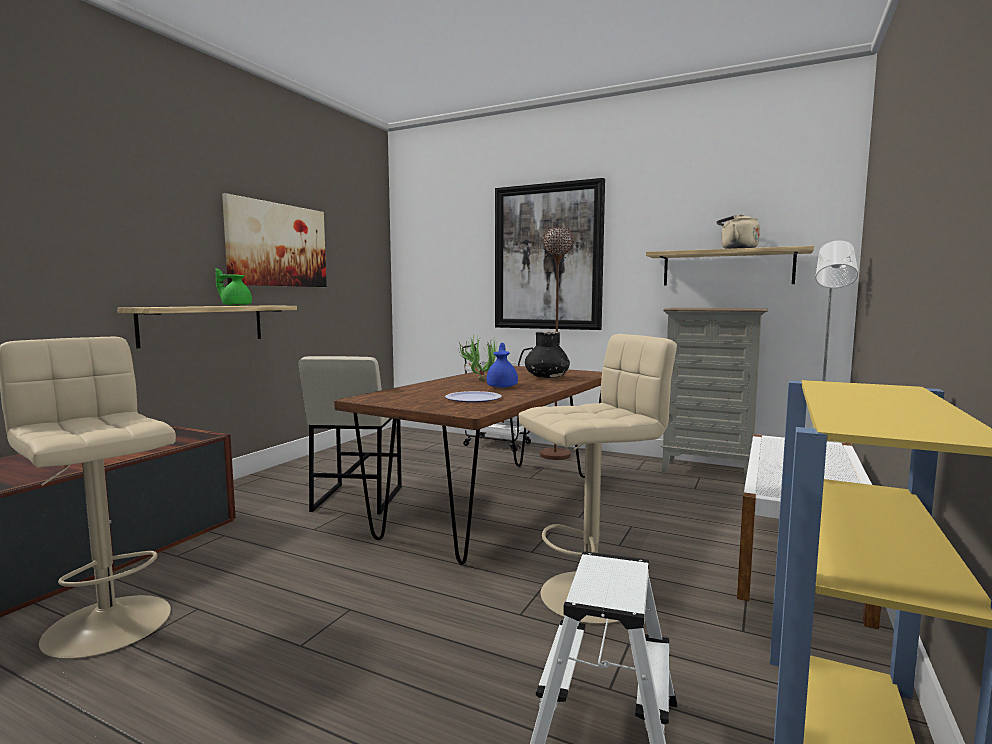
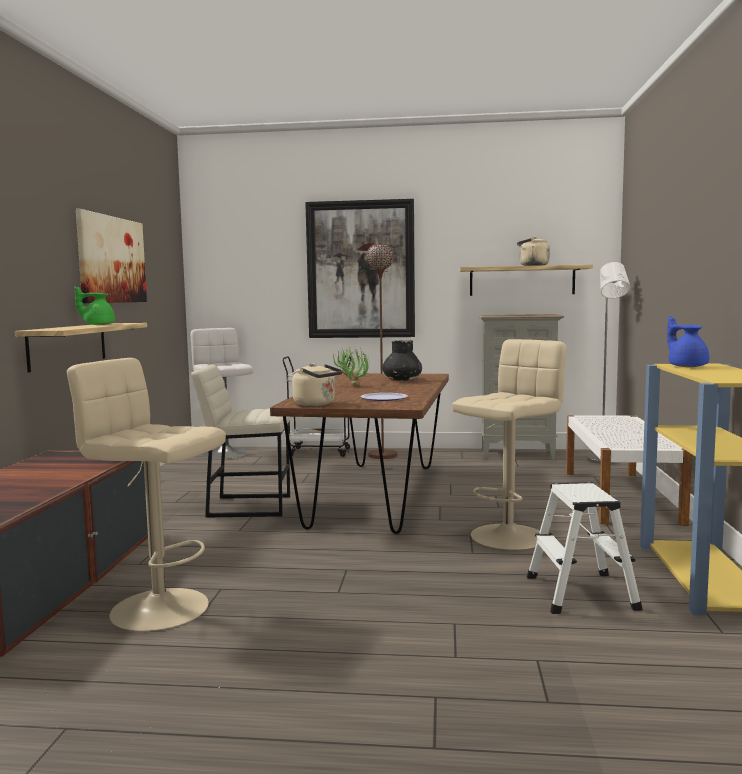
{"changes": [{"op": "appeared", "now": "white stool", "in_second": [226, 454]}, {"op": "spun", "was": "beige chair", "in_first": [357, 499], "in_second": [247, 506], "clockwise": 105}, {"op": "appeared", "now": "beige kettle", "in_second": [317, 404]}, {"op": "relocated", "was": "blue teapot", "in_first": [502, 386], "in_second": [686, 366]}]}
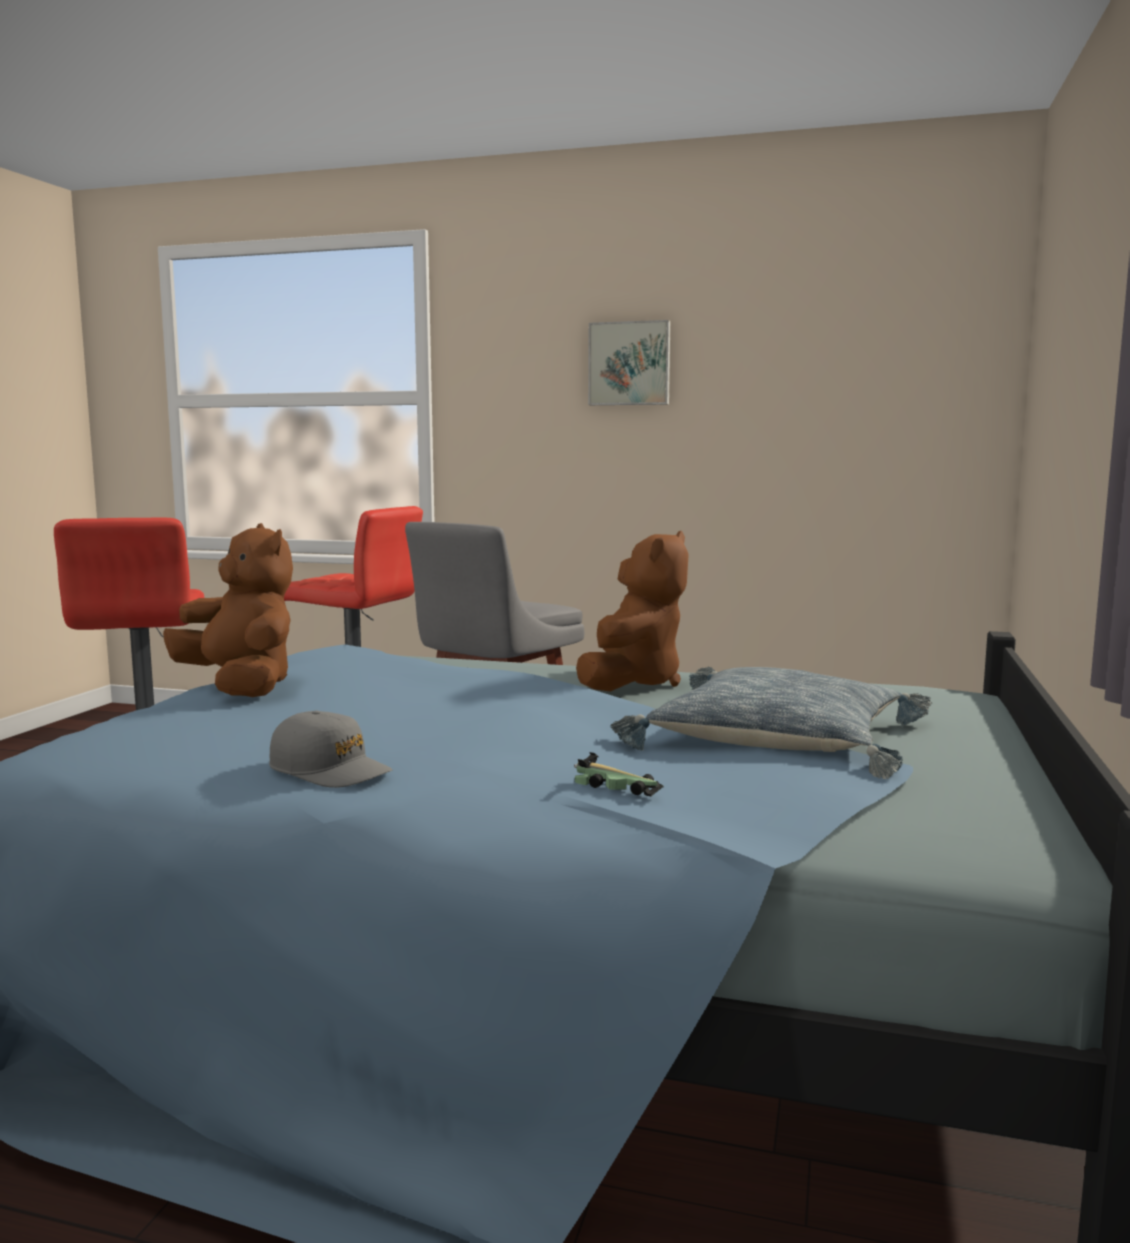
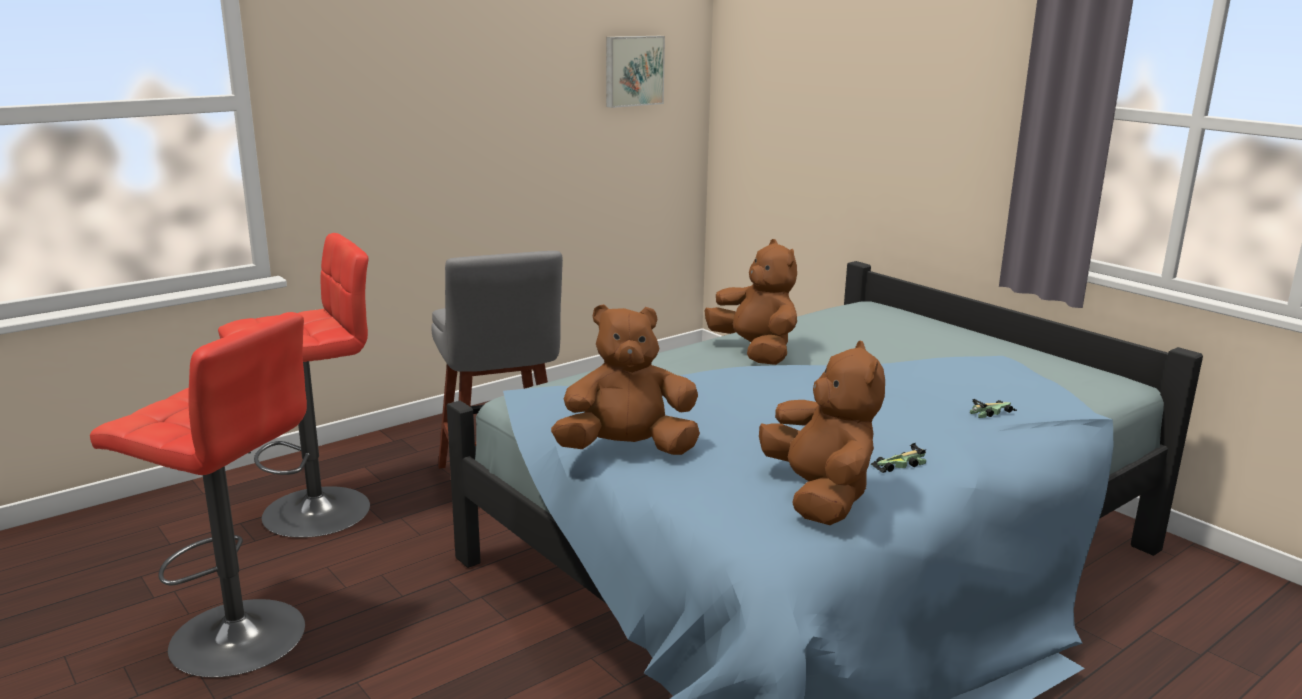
{"changes": [{"op": "relocated", "was": "picture", "in_first": [629, 364], "in_second": [633, 70]}, {"op": "appeared", "now": "brown plush toy", "in_second": [819, 496]}, {"op": "exchanged", "was": "grey cap", "now": "toy car", "in_first": [330, 771], "in_second": [900, 464]}, {"op": "missing", "was": "pillow", "in_first": [776, 734]}]}
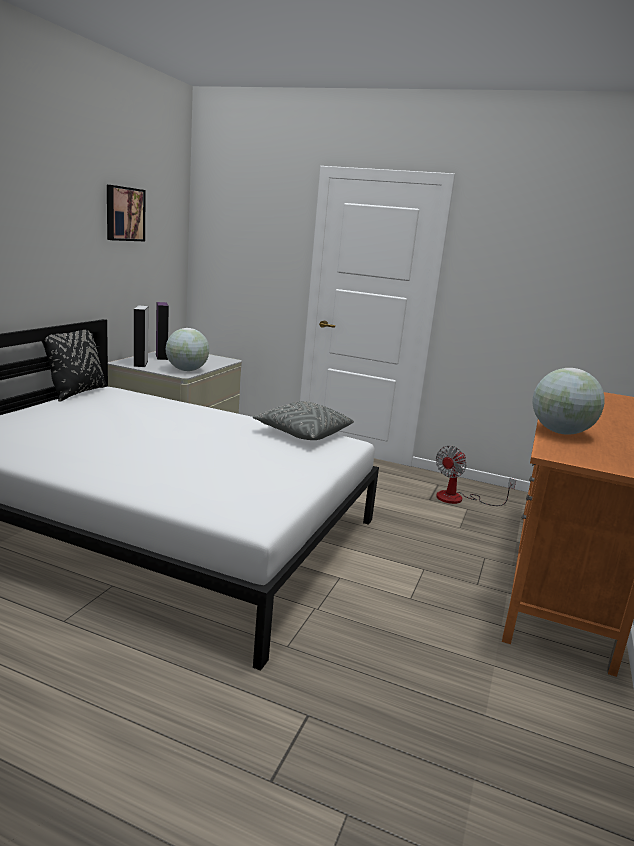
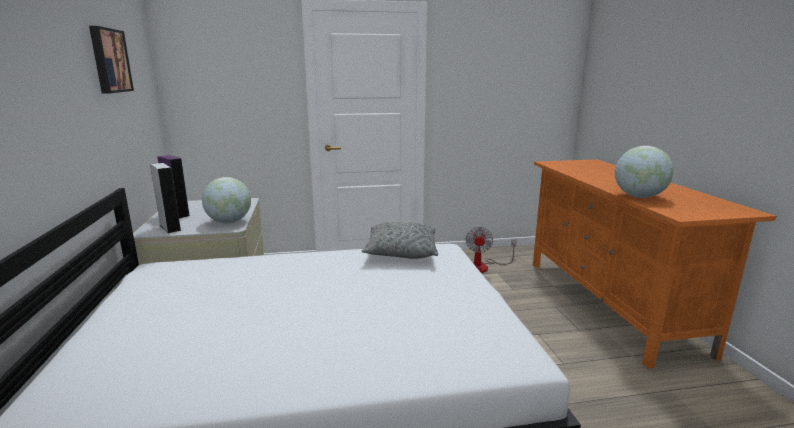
{"changes": [{"op": "missing", "was": "black pillow", "in_first": [77, 393]}]}
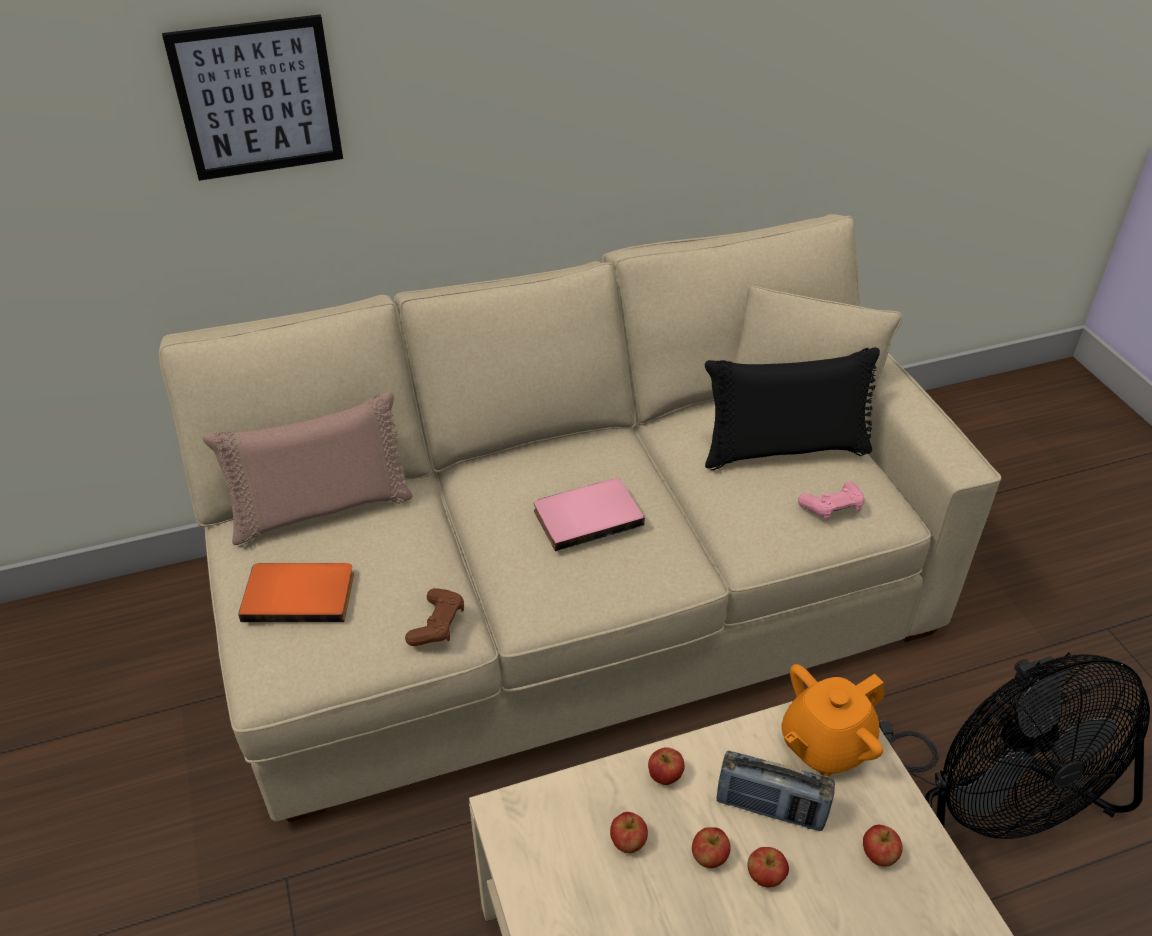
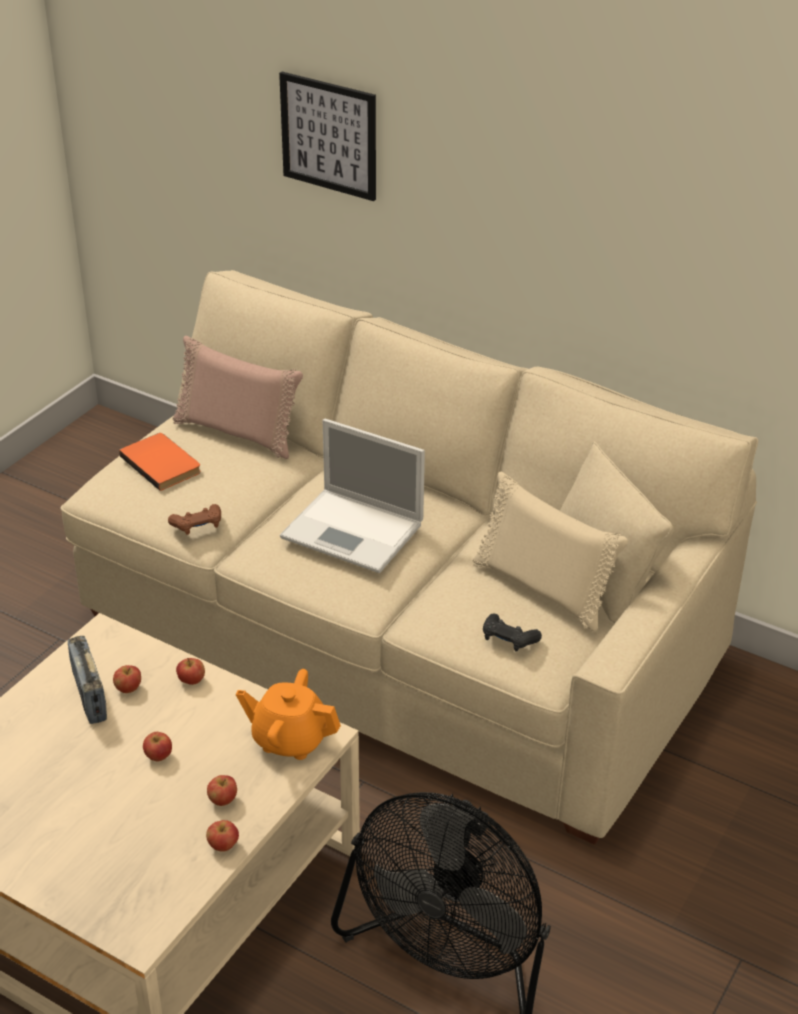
{"changes": [{"op": "relocated", "was": "radio", "in_first": [770, 808], "in_second": [89, 697]}, {"op": "relocated", "was": "apple", "in_first": [709, 857], "in_second": [223, 845]}, {"op": "exchanged", "was": "pink book", "now": "laptop", "in_first": [586, 515], "in_second": [355, 531]}, {"op": "colour", "was": "black pillow", "now": "beige pillow", "in_first": [784, 449], "in_second": [543, 589]}, {"op": "colour", "was": "pink game controller", "now": "black game controller", "in_first": [832, 507], "in_second": [508, 639]}]}
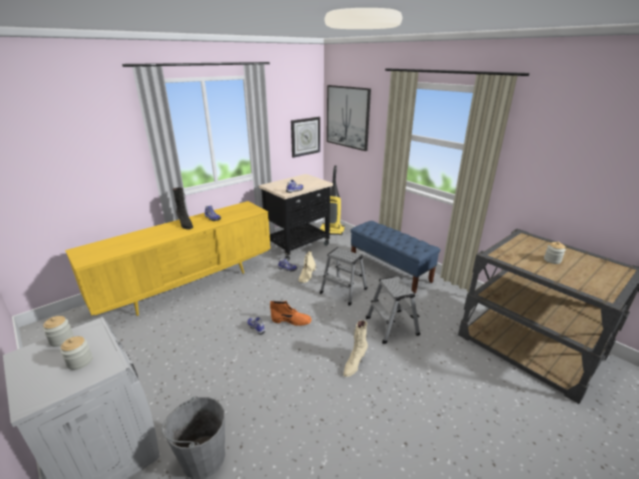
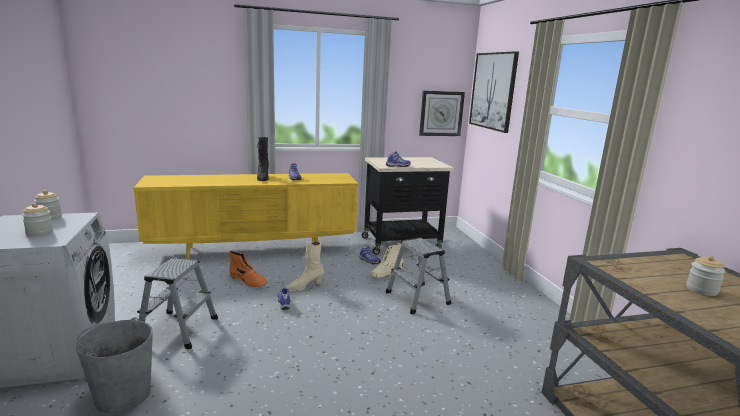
{"changes": [{"op": "relocated", "was": "grey step ladder", "in_first": [392, 326], "in_second": [178, 329]}, {"op": "relocated", "was": "orange boot", "in_first": [291, 321], "in_second": [248, 281]}, {"op": "relocated", "was": "beige boot", "in_first": [354, 364], "in_second": [304, 286]}, {"op": "missing", "was": "vacuum cleaner", "in_first": [332, 231]}, {"op": "missing", "was": "blue bench", "in_first": [390, 270]}]}
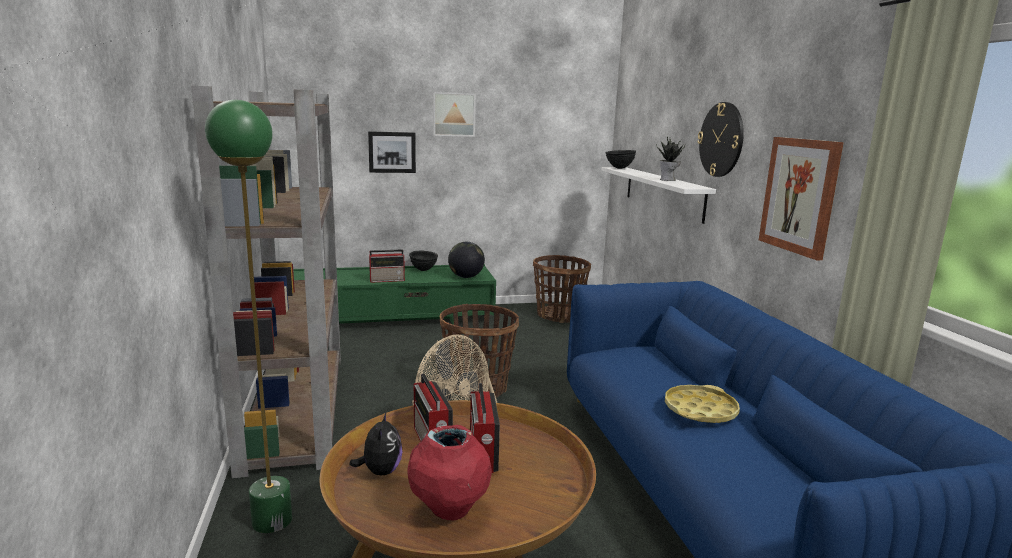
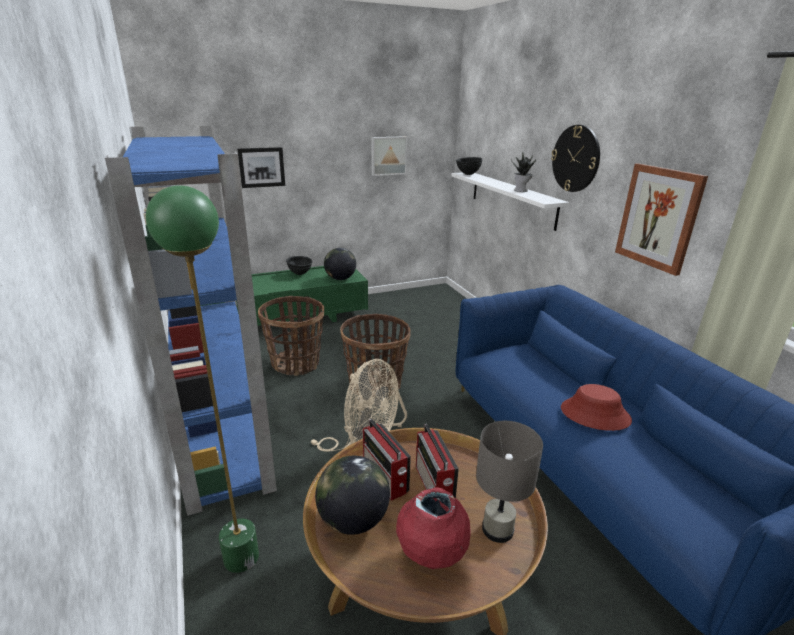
{"changes": [{"op": "colour", "was": "brown bookcase", "now": "blue bookcase", "in_first": [296, 407], "in_second": [222, 427]}, {"op": "relocated", "was": "basket", "in_first": [559, 316], "in_second": [296, 364]}, {"op": "exchanged", "was": "plush toy", "now": "globe", "in_first": [380, 471], "in_second": [353, 520]}, {"op": "relocated", "was": "picture", "in_first": [453, 114], "in_second": [388, 155]}, {"op": "appeared", "now": "grey table lamp", "in_second": [497, 530]}, {"op": "exchanged", "was": "yellow tray", "now": "red hat", "in_first": [700, 410], "in_second": [595, 414]}, {"op": "missing", "was": "radio", "in_first": [388, 280]}]}
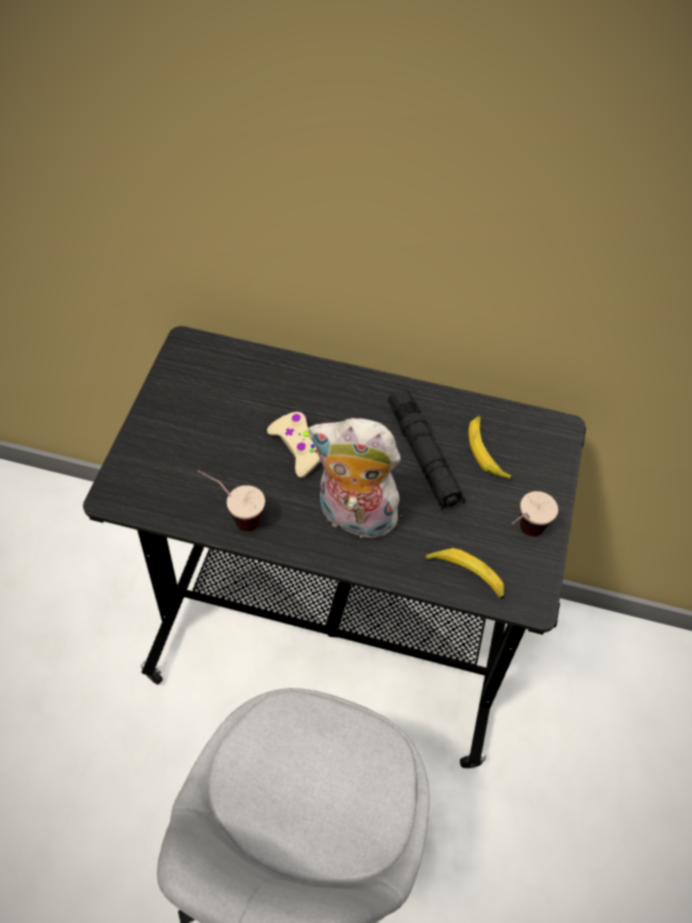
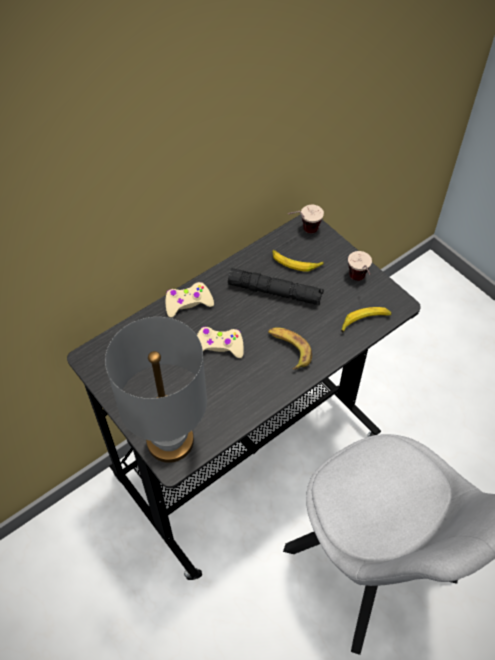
{"changes": [{"op": "appeared", "now": "grey table lamp", "in_second": [169, 442]}, {"op": "appeared", "now": "beige game controller", "in_second": [188, 303]}, {"op": "exchanged", "was": "plush toy", "now": "banana", "in_first": [353, 518], "in_second": [288, 349]}, {"op": "relocated", "was": "cup", "in_first": [233, 516], "in_second": [303, 232]}]}
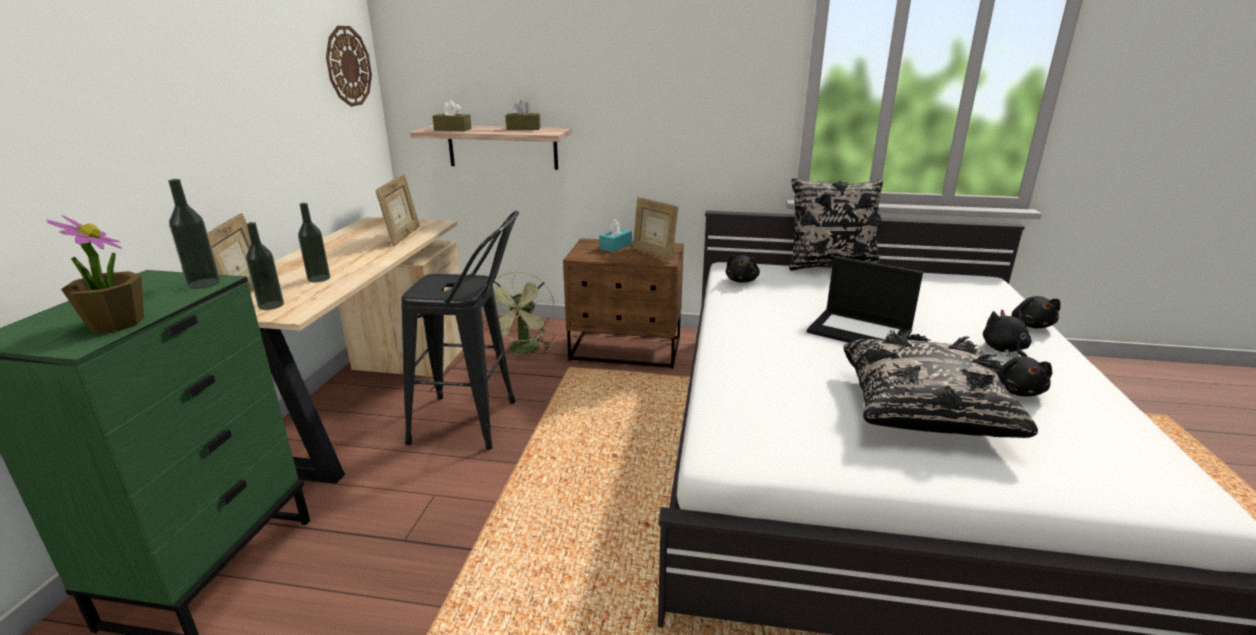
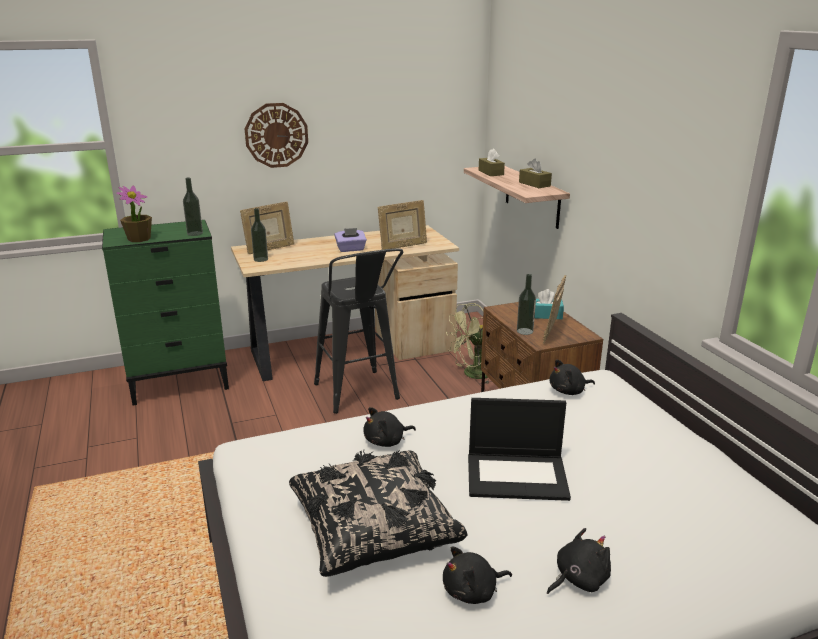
{"changes": [{"op": "relocated", "was": "wall clock", "in_first": [348, 66], "in_second": [276, 135]}, {"op": "appeared", "now": "purple tissue box", "in_second": [351, 249]}, {"op": "relocated", "was": "black plush toy", "in_first": [1031, 325], "in_second": [386, 441]}, {"op": "spun", "was": "laptop", "in_first": [861, 331], "in_second": [518, 476], "clockwise": -90}, {"op": "relocated", "was": "bottle", "in_first": [319, 278], "in_second": [525, 331]}, {"op": "missing", "was": "black pillow", "in_first": [831, 267]}]}
